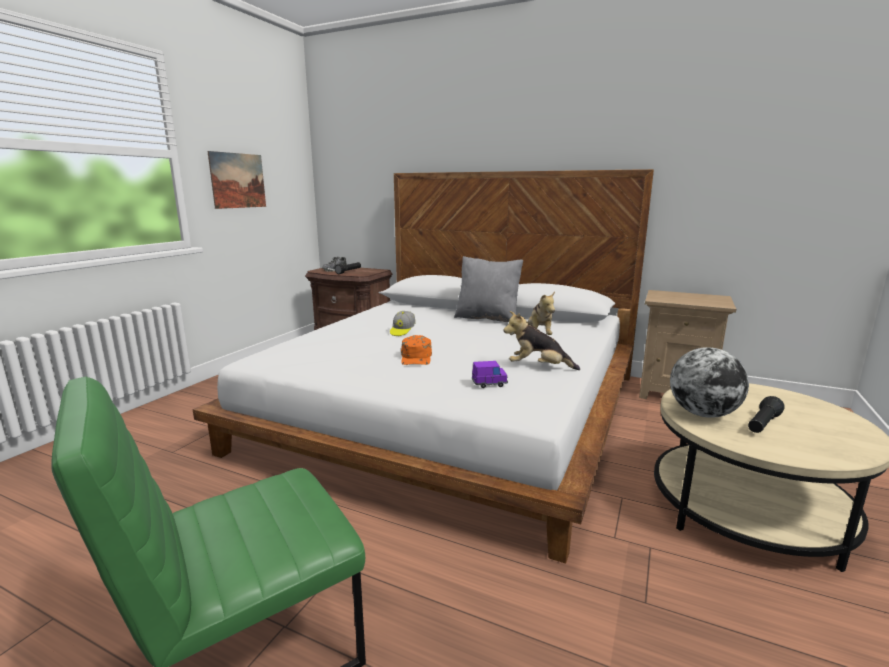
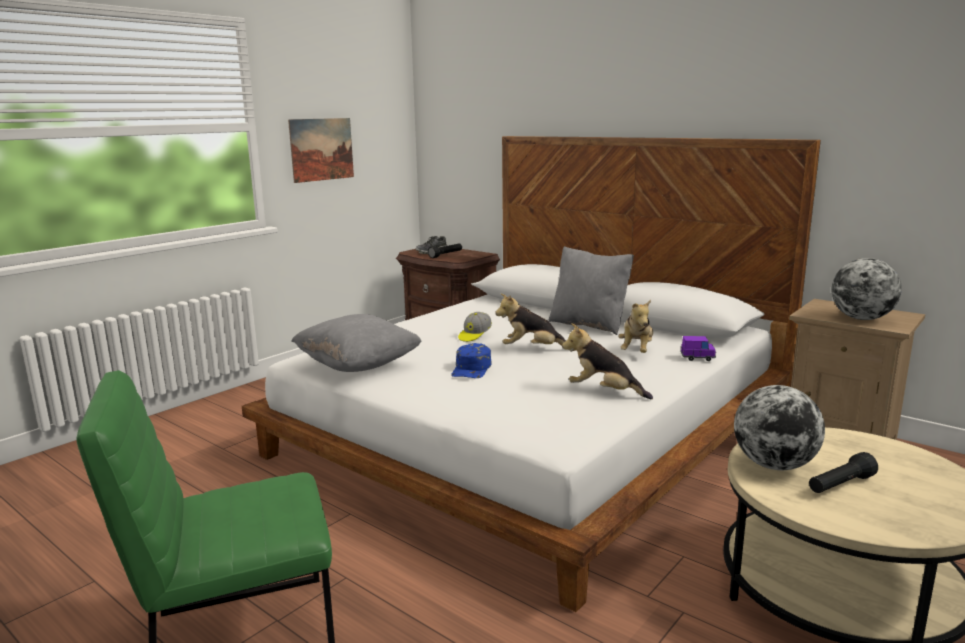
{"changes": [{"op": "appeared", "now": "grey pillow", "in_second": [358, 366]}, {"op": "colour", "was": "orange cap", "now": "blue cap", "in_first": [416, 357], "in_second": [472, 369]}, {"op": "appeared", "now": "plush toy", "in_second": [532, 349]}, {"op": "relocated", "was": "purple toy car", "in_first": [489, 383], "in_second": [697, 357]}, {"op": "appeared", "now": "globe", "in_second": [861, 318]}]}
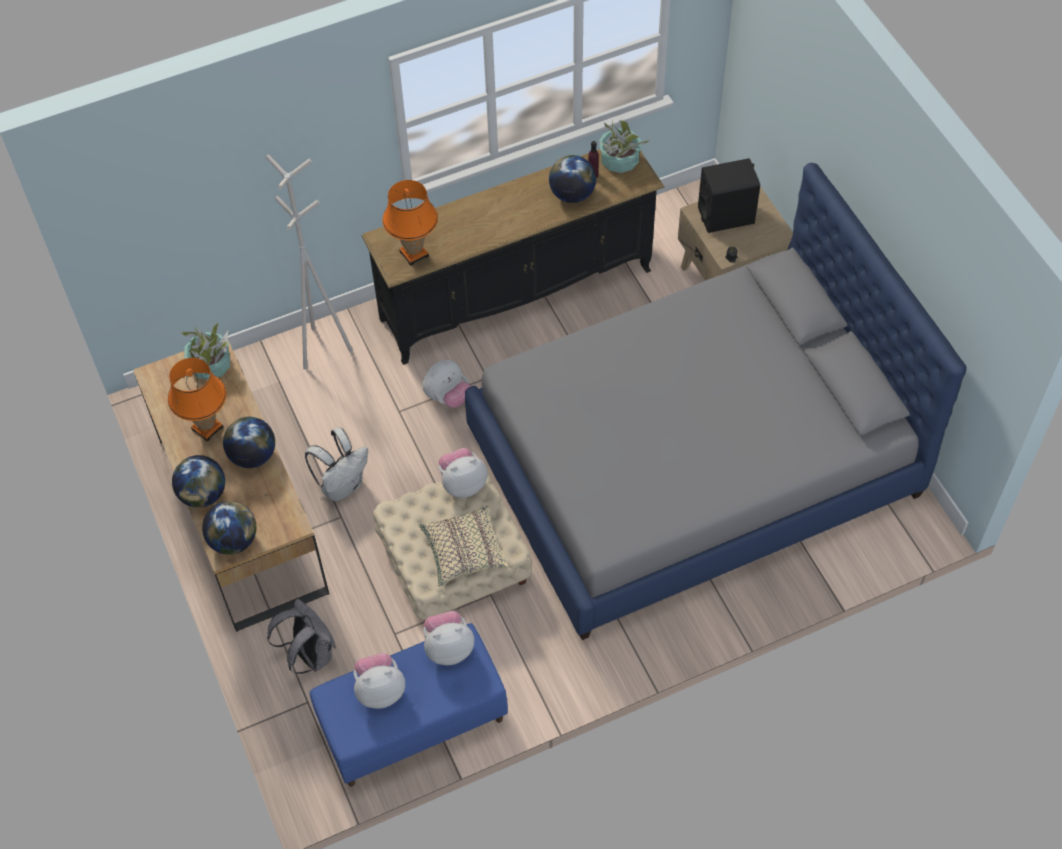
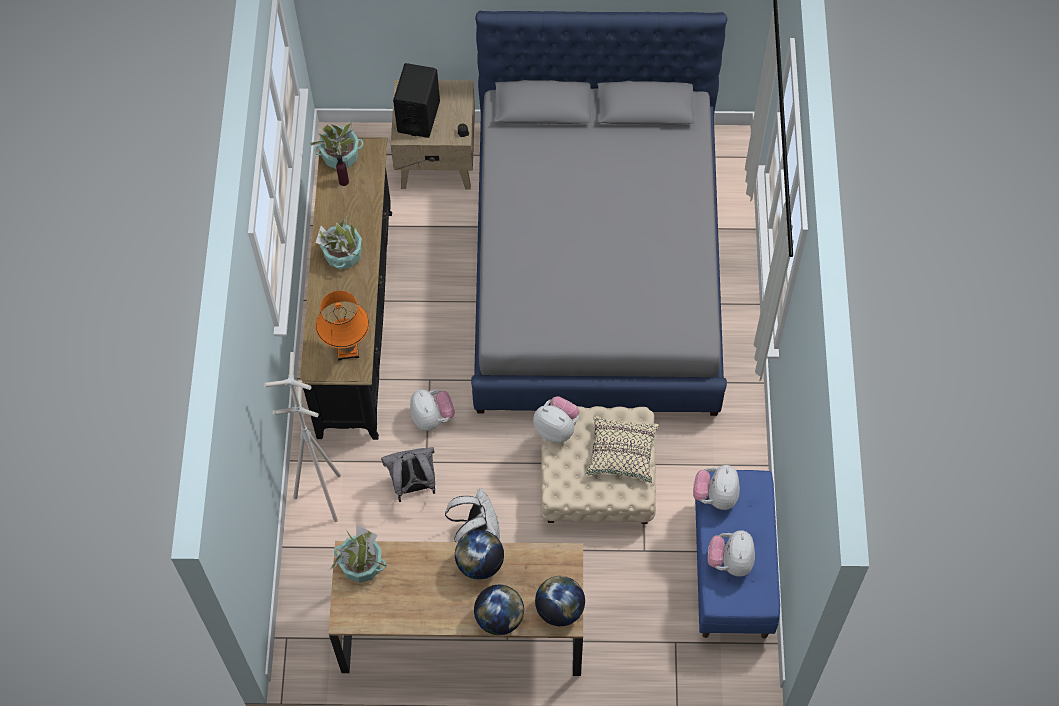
{"changes": [{"op": "appeared", "now": "potted plant", "in_second": [343, 254]}, {"op": "relocated", "was": "grey backpack", "in_first": [310, 654], "in_second": [413, 485]}, {"op": "spun", "was": "plush toy", "in_first": [463, 483], "in_second": [557, 428], "clockwise": 120}, {"op": "missing", "was": "orange table lamp", "in_first": [207, 428]}, {"op": "missing", "was": "globe", "in_first": [572, 194]}]}
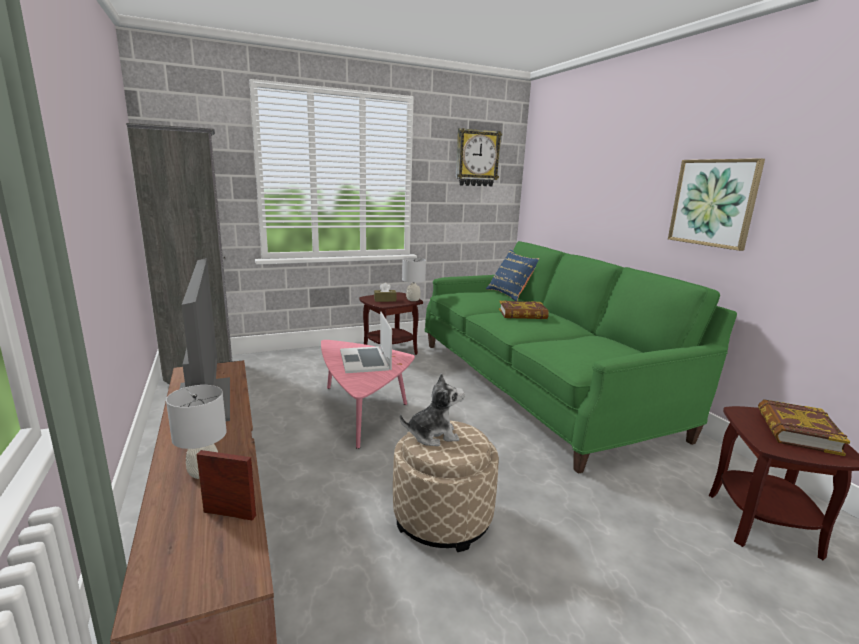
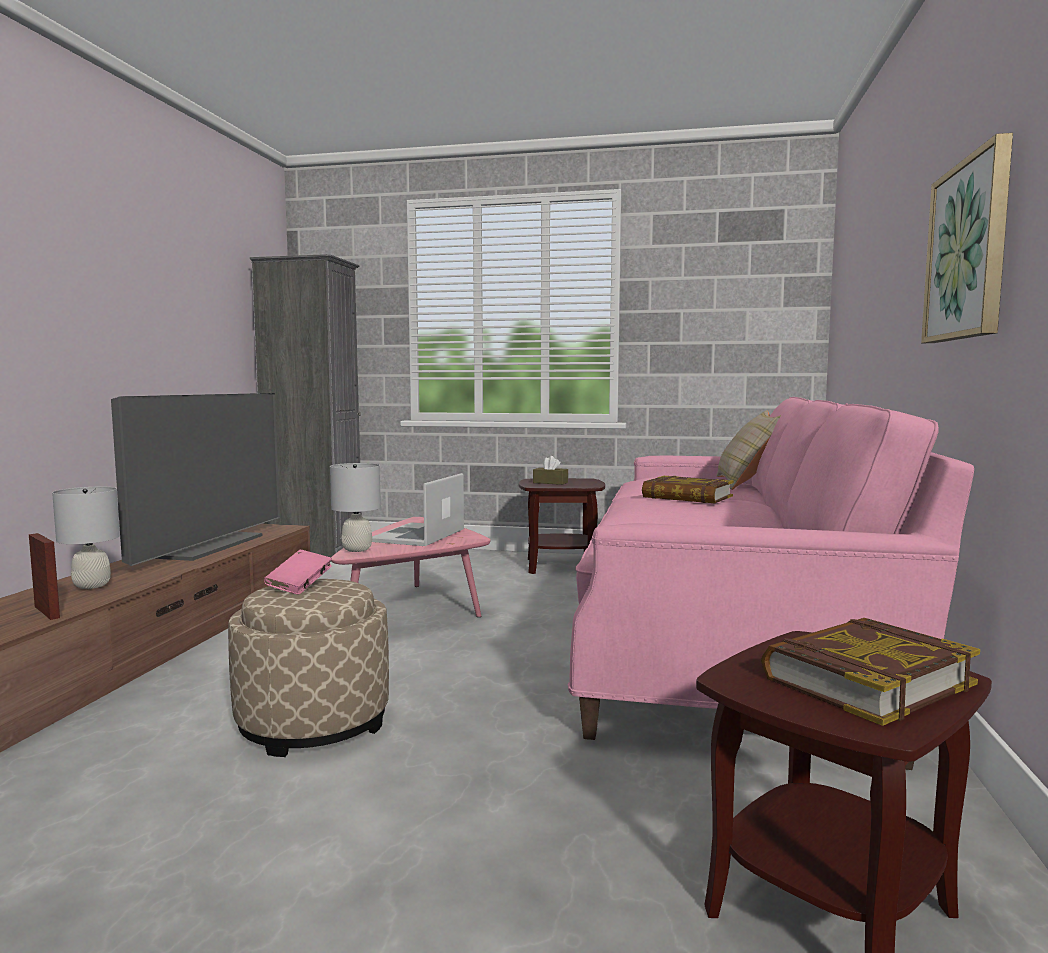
{"changes": [{"op": "exchanged", "was": "plush toy", "now": "pink book", "in_first": [433, 435], "in_second": [299, 586]}, {"op": "relocated", "was": "grey table lamp", "in_first": [413, 300], "in_second": [358, 550]}, {"op": "colour", "was": "green sofa", "now": "pink sofa", "in_first": [538, 385], "in_second": [728, 634]}, {"op": "colour", "was": "blue pillow", "now": "beige pillow", "in_first": [511, 294], "in_second": [748, 484]}, {"op": "missing", "was": "wall clock", "in_first": [477, 158]}]}
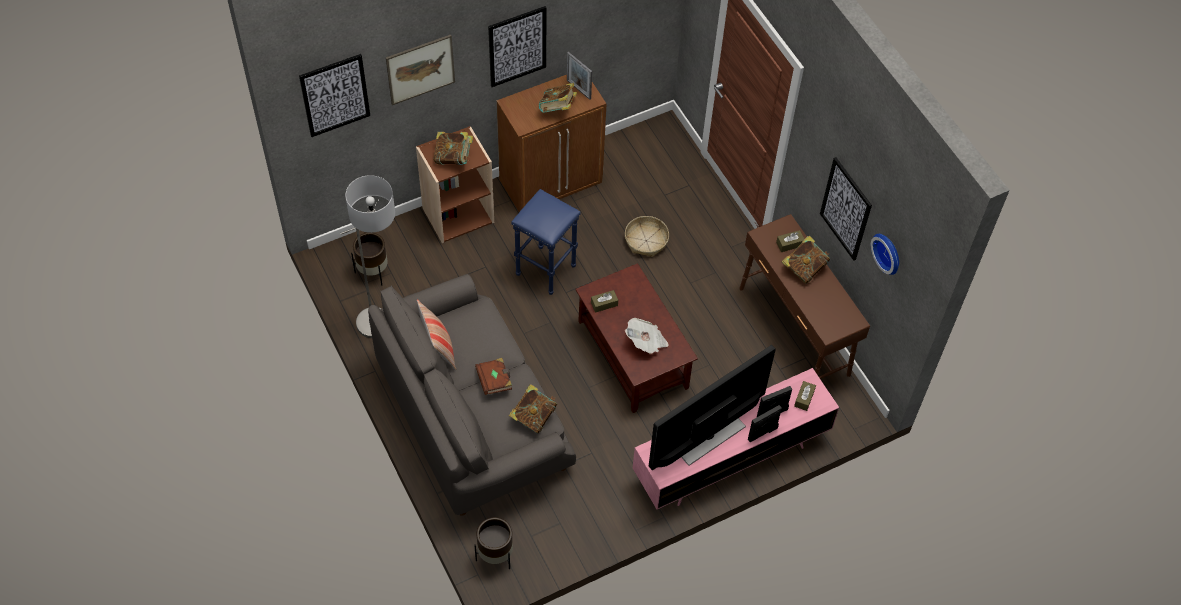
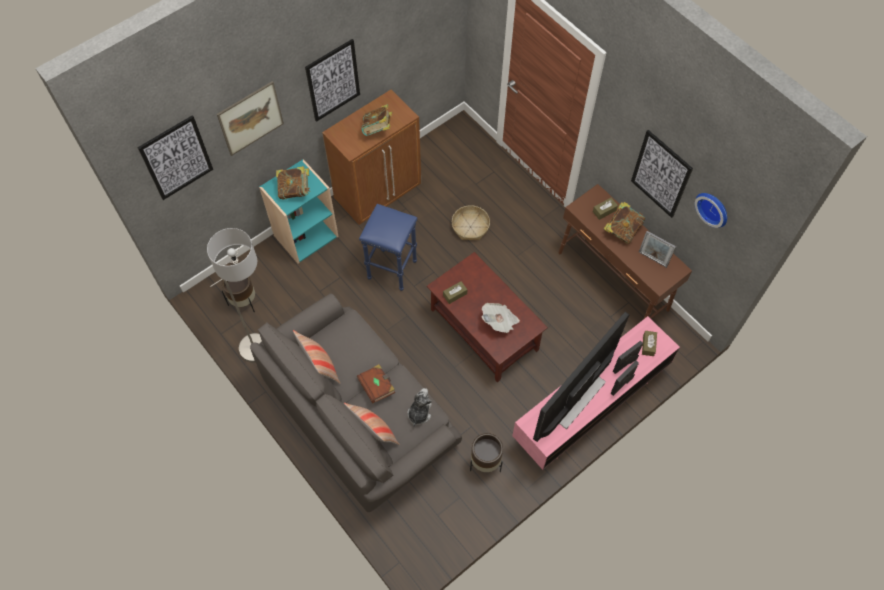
{"changes": [{"op": "colour", "was": "brown bookcase", "now": "turquoise bookcase", "in_first": [458, 214], "in_second": [306, 235]}, {"op": "appeared", "now": "pillow", "in_second": [374, 432]}, {"op": "exchanged", "was": "book", "now": "plush toy", "in_first": [533, 416], "in_second": [419, 413]}, {"op": "relocated", "was": "brown planter", "in_first": [495, 555], "in_second": [485, 462]}, {"op": "relocated", "was": "picture frame", "in_first": [578, 89], "in_second": [652, 259]}]}
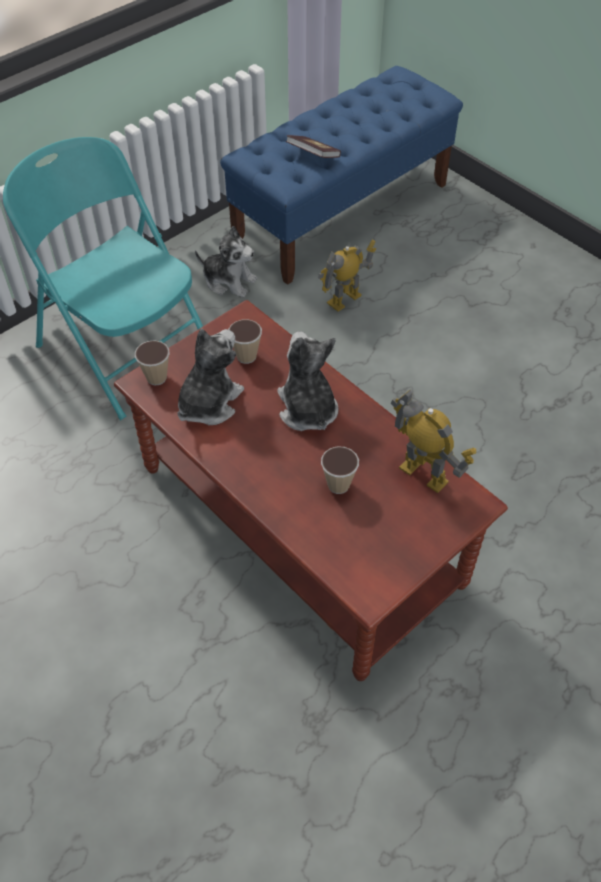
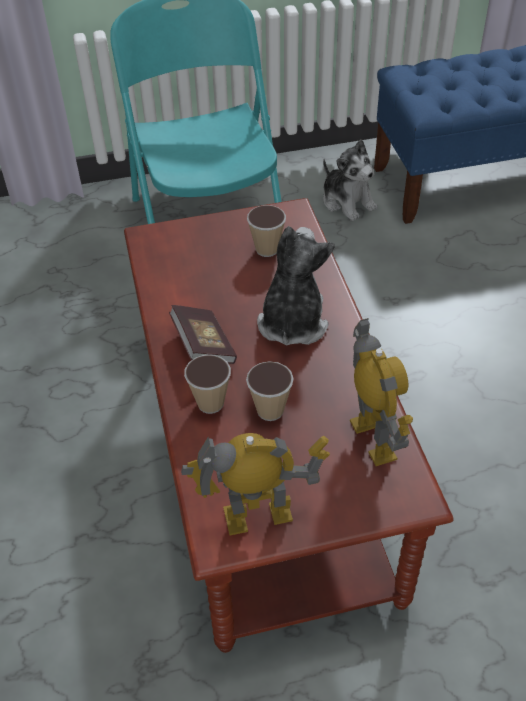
{"changes": [{"op": "relocated", "was": "book", "in_first": [313, 156], "in_second": [203, 346]}, {"op": "relocated", "was": "toy robot", "in_first": [344, 300], "in_second": [257, 517]}, {"op": "relocated", "was": "cup", "in_first": [156, 378], "in_second": [210, 403]}, {"op": "missing", "was": "plush toy", "in_first": [209, 403]}]}
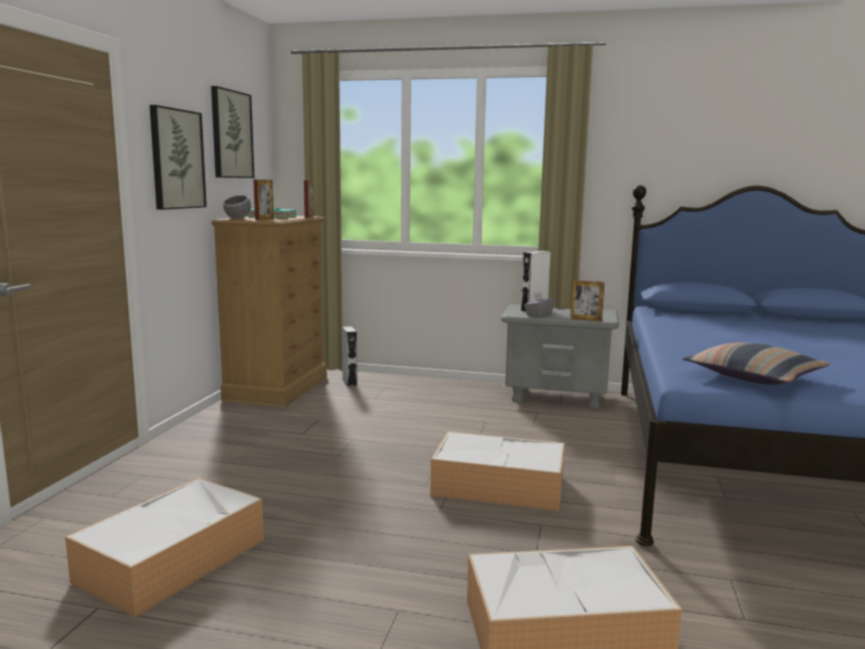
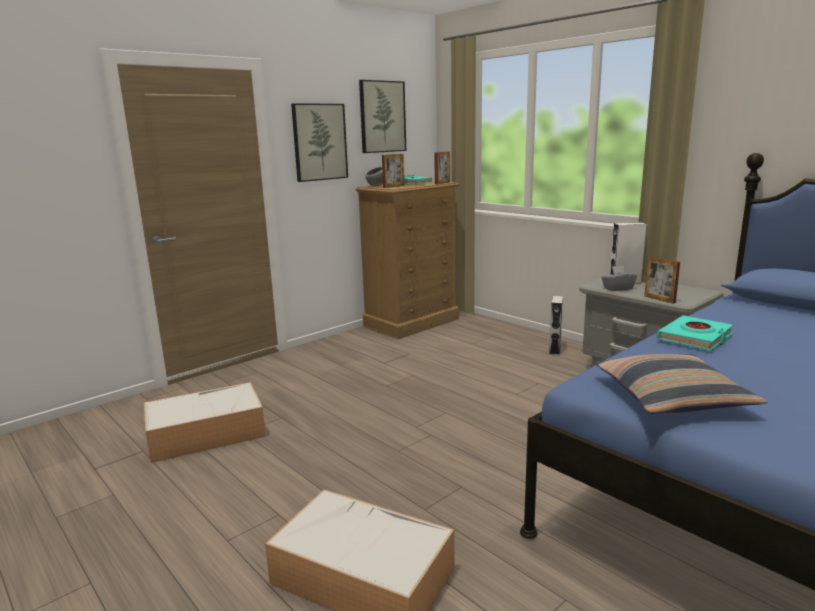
{"changes": [{"op": "relocated", "was": "grey speaker", "in_first": [349, 382], "in_second": [554, 349]}, {"op": "appeared", "now": "turquoise book", "in_second": [695, 338]}, {"op": "missing", "was": "storage box", "in_first": [500, 486]}]}
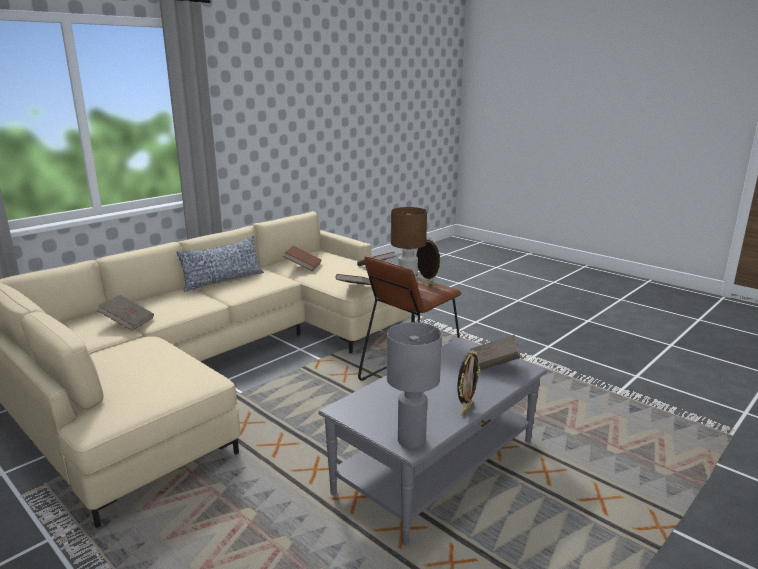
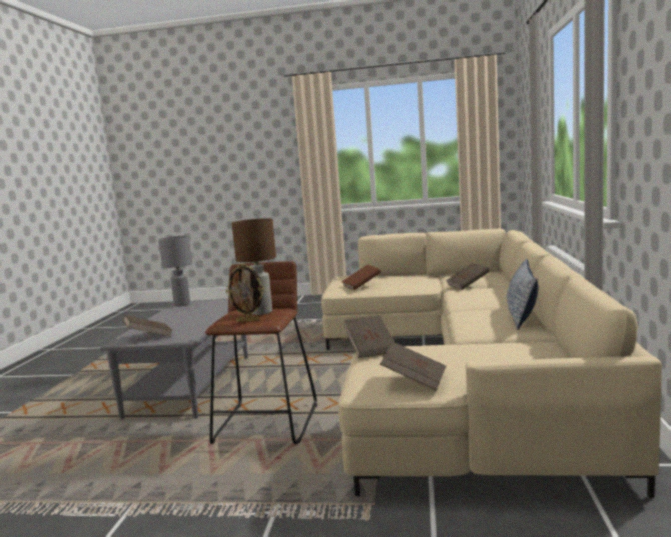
{"changes": [{"op": "relocated", "was": "brown book", "in_first": [303, 266], "in_second": [361, 286]}, {"op": "missing", "was": "picture frame", "in_first": [466, 409]}]}
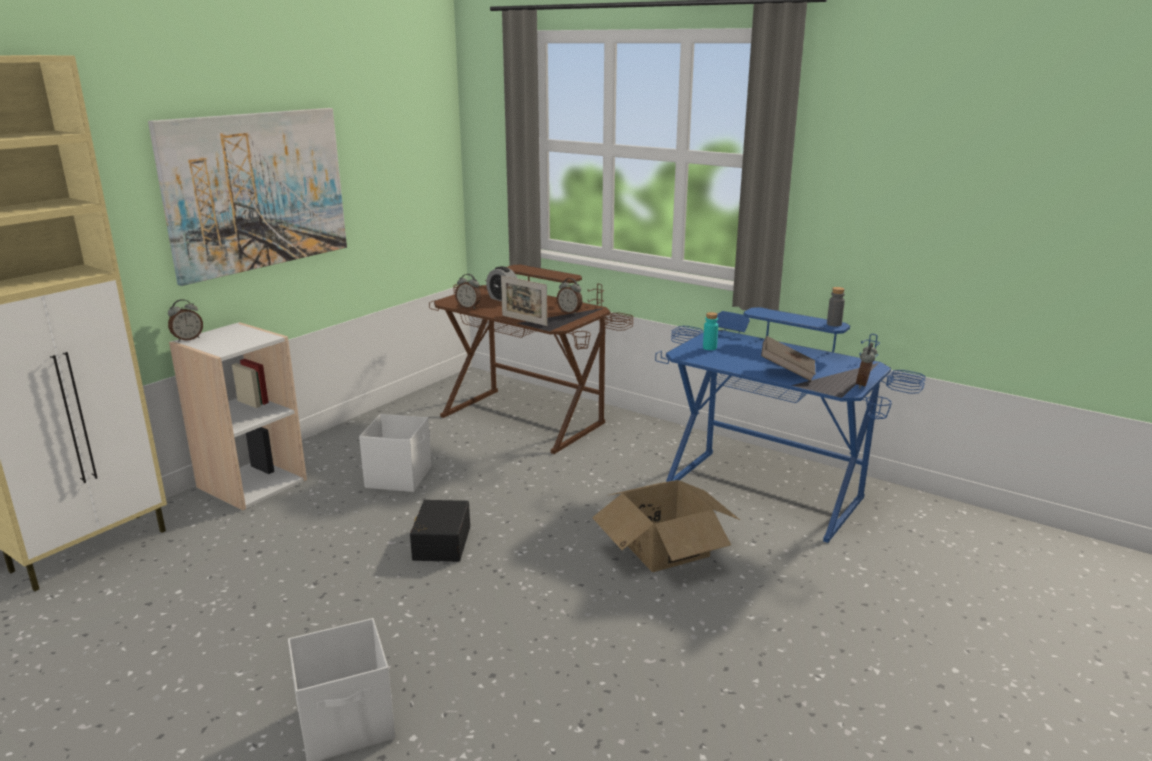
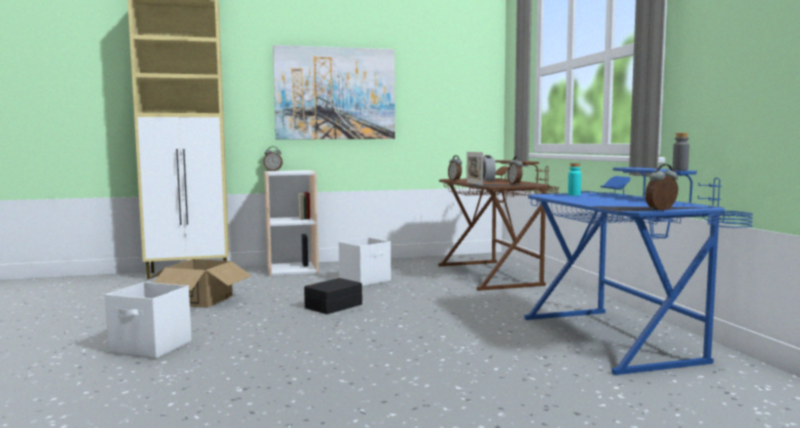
{"changes": [{"op": "relocated", "was": "cardboard box", "in_first": [664, 547], "in_second": [200, 300]}, {"op": "missing", "was": "brown book", "in_first": [787, 372]}]}
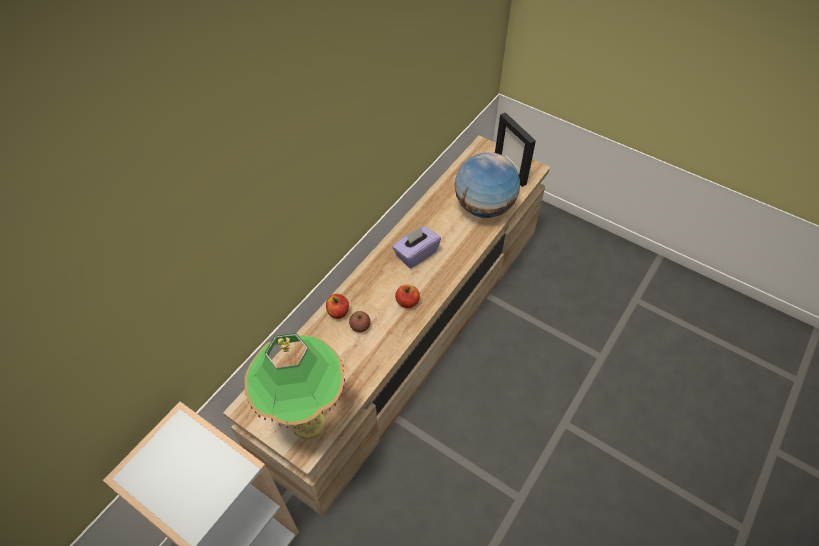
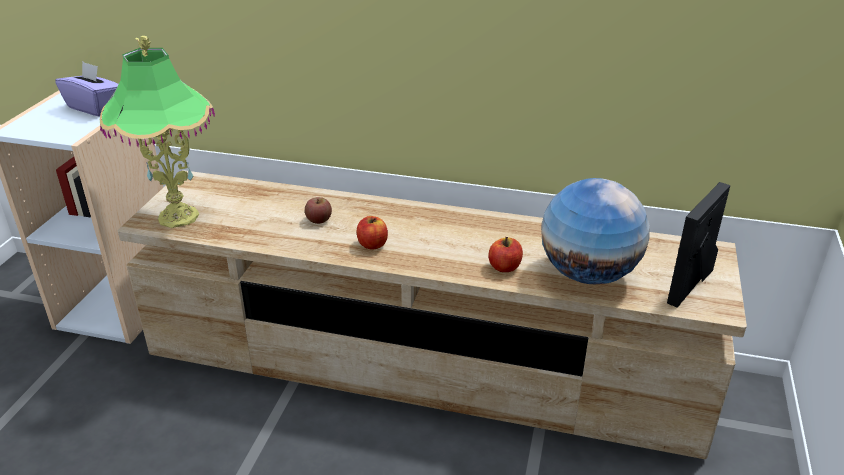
{"changes": [{"op": "relocated", "was": "purple tissue box", "in_first": [416, 254], "in_second": [95, 107]}, {"op": "relocated", "was": "apple", "in_first": [338, 312], "in_second": [504, 267]}]}
